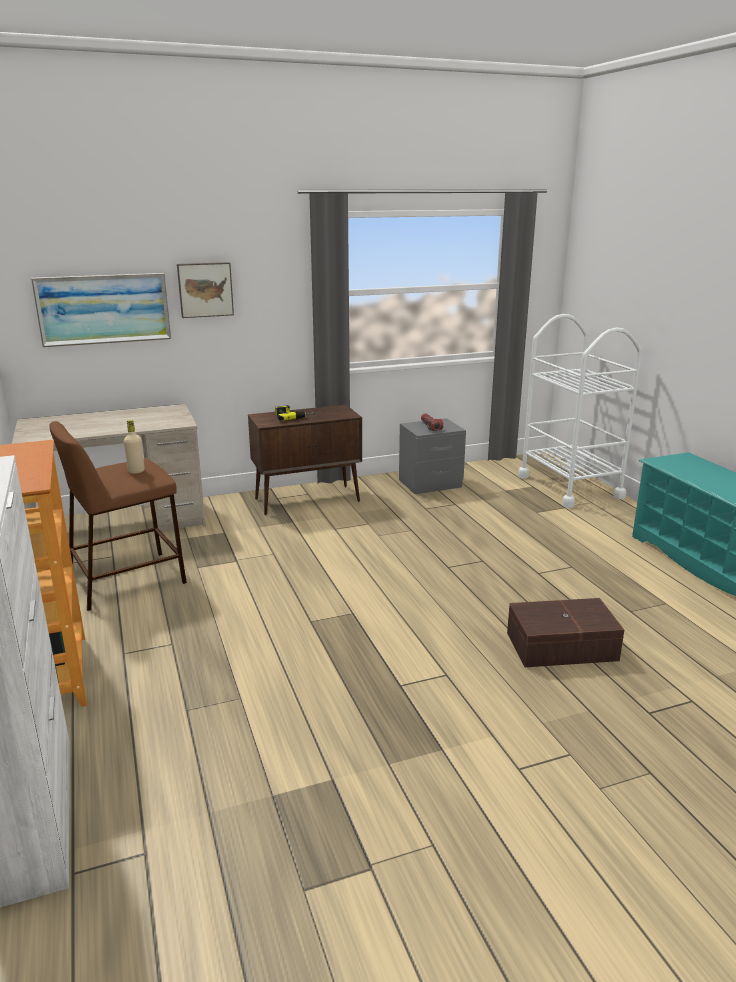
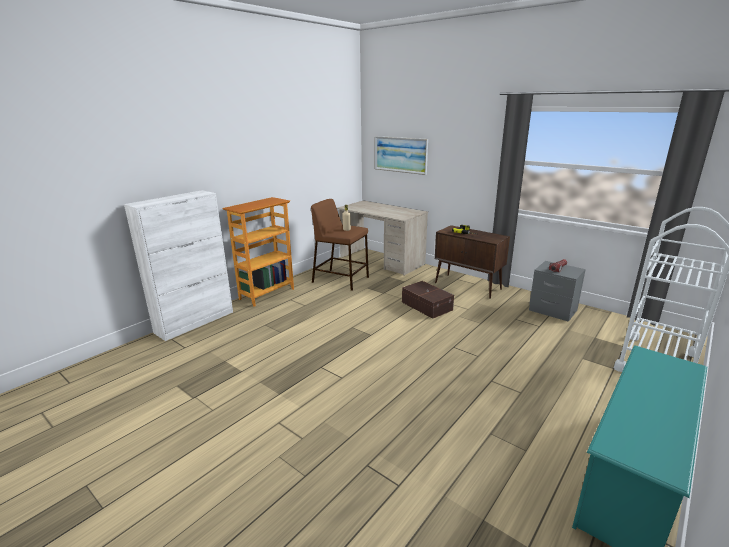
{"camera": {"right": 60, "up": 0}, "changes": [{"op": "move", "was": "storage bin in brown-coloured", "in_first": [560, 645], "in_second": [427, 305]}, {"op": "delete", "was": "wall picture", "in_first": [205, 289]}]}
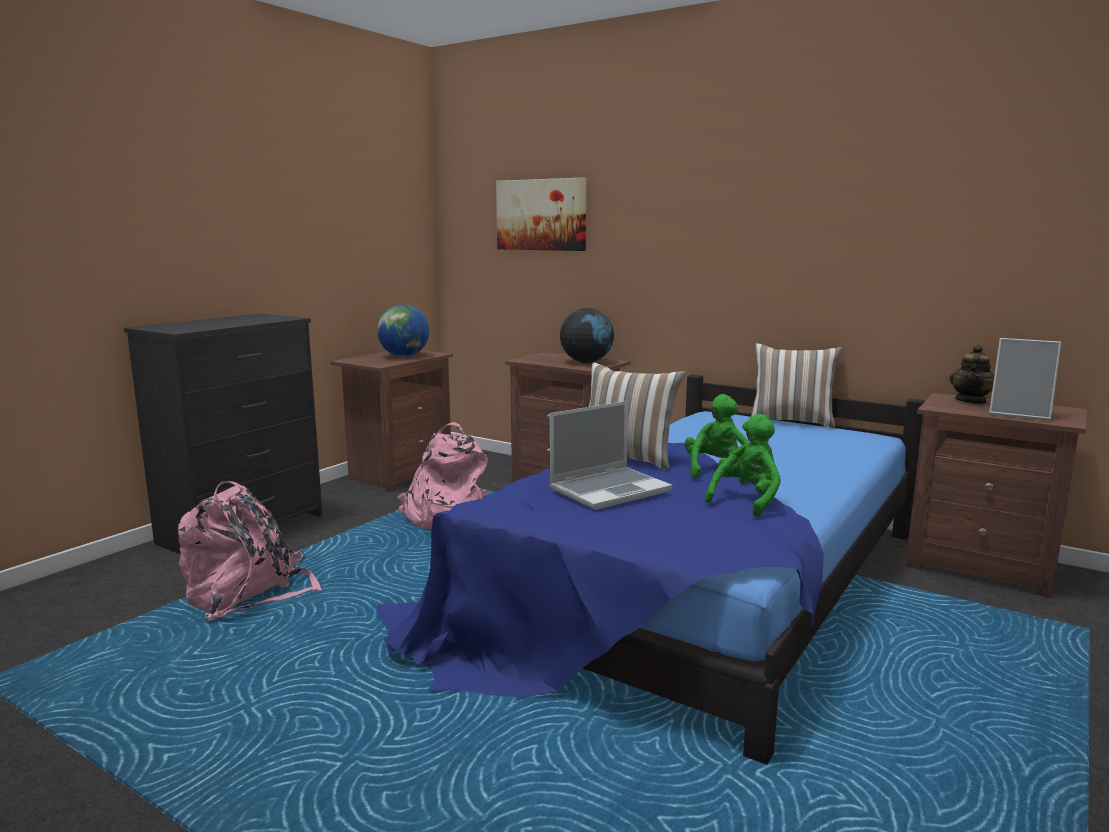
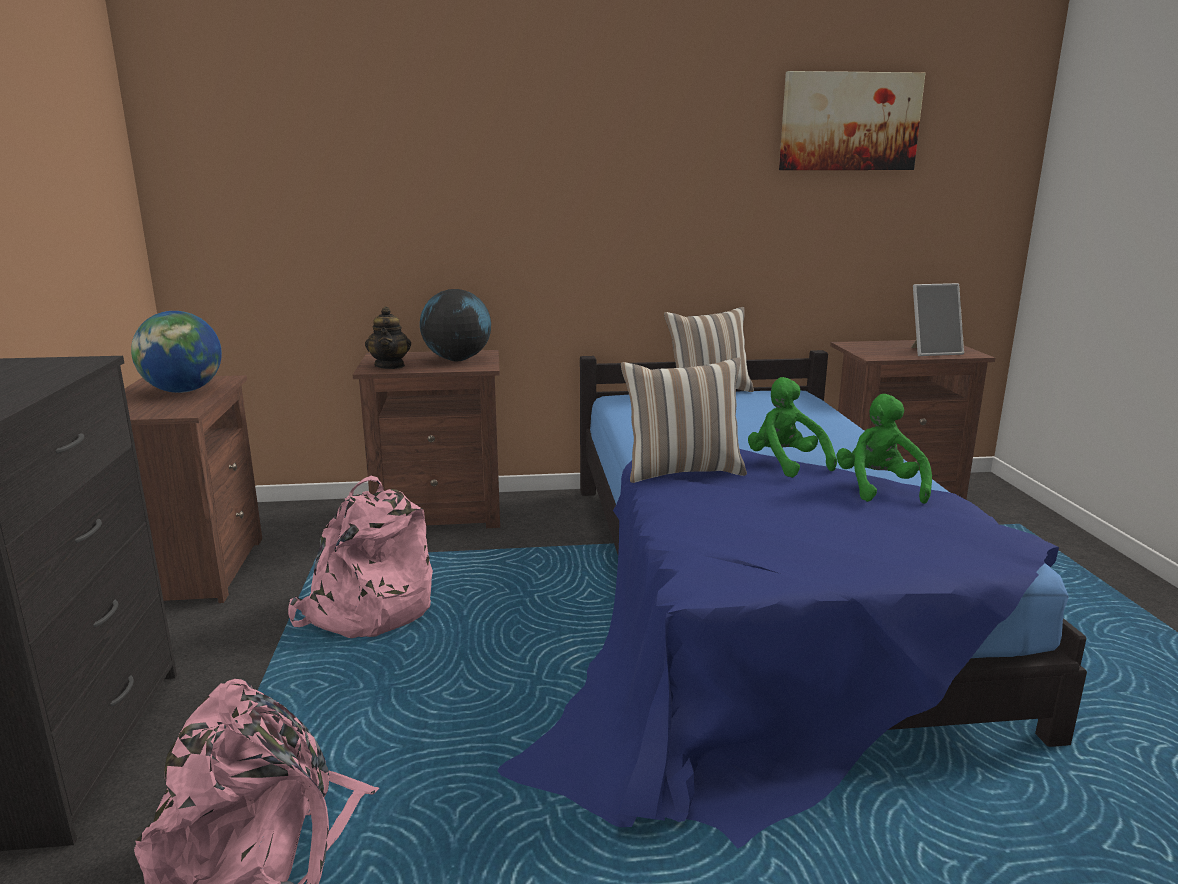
{"camera": {"right": -40, "up": 5}, "changes": [{"op": "move", "was": "pot for tea", "in_first": [971, 401], "in_second": [390, 366]}, {"op": "move", "was": "wall picture", "in_first": [541, 215], "in_second": [849, 122]}, {"op": "delete", "was": "notebook computer", "in_first": [610, 489]}]}
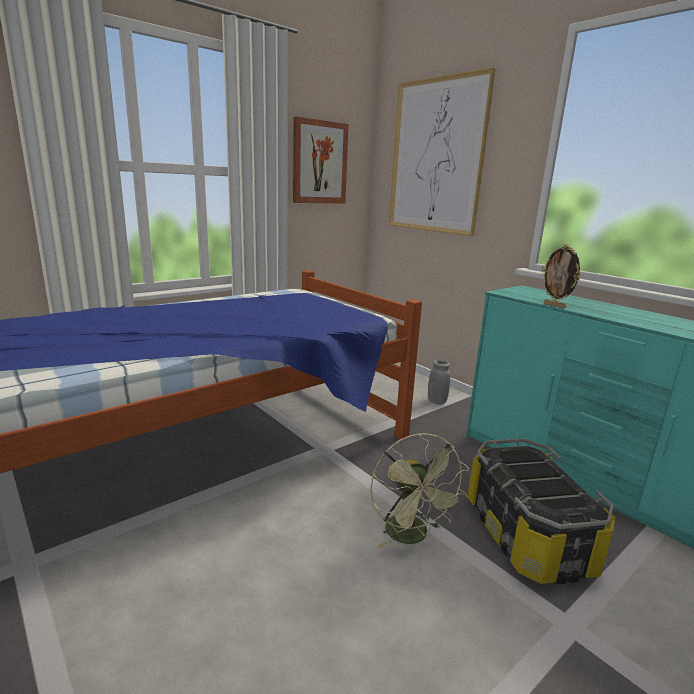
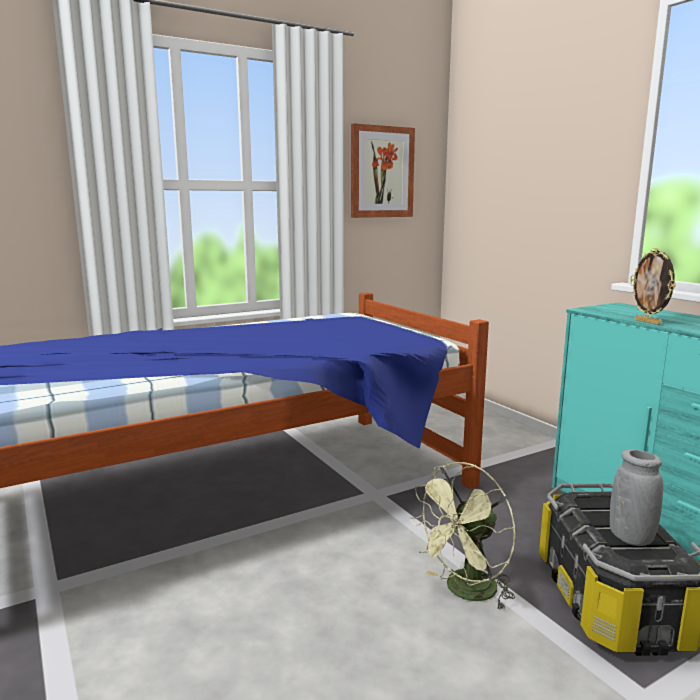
{"camera": {"right": 10, "up": -5}, "changes": [{"op": "rotate", "was": "electric fan in green-coloured", "in_first": [412, 536], "in_second": [465, 592], "clockwise": 60}, {"op": "move", "was": "vase in greyish", "in_first": [437, 401], "in_second": [631, 538]}, {"op": "delete", "was": "wall picture", "in_first": [436, 157]}]}
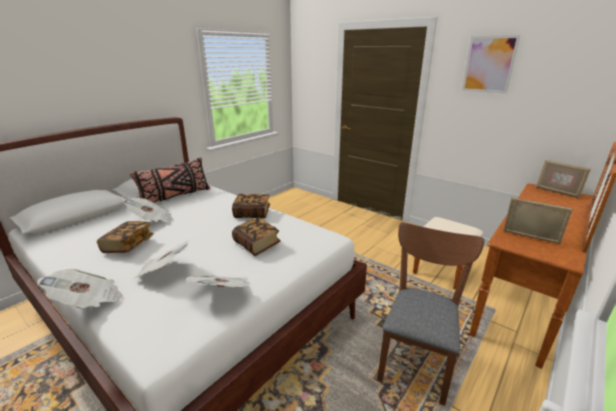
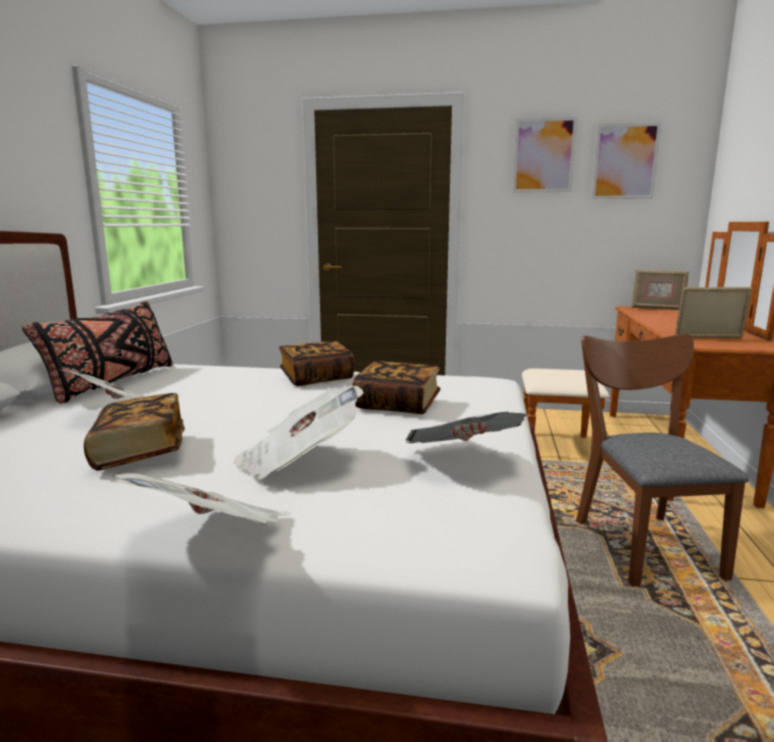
{"camera": {"right": -30, "up": -10}, "changes": [{"op": "insert", "now": "wall picture", "in_second": [625, 161]}]}
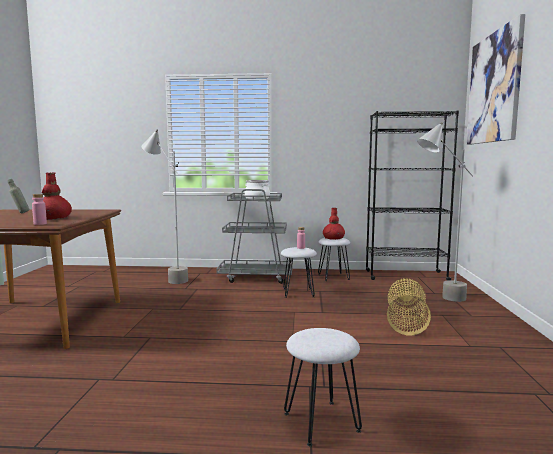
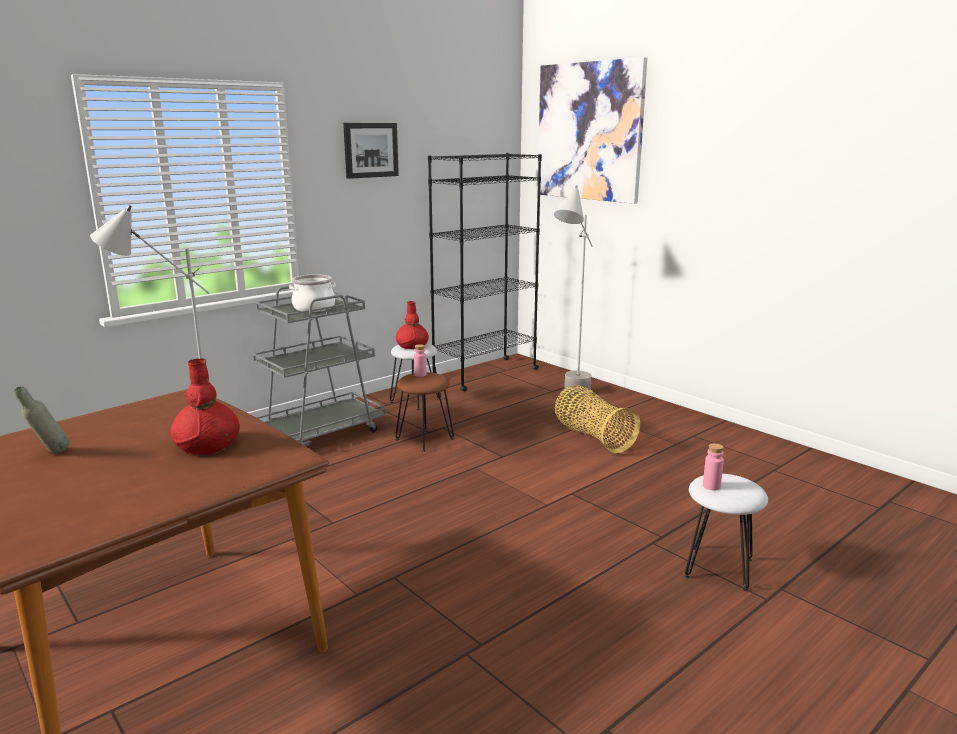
{"camera": {"right": -45, "up": 10}, "changes": [{"op": "insert", "now": "wall picture", "in_second": [370, 150]}, {"op": "recolor", "was": "stool seat in whitish", "now": "stool seat in brown-coloured", "in_first": [298, 293], "in_second": [425, 439]}, {"op": "move", "was": "beverage bottle in pink", "in_first": [40, 224], "in_second": [711, 486]}]}
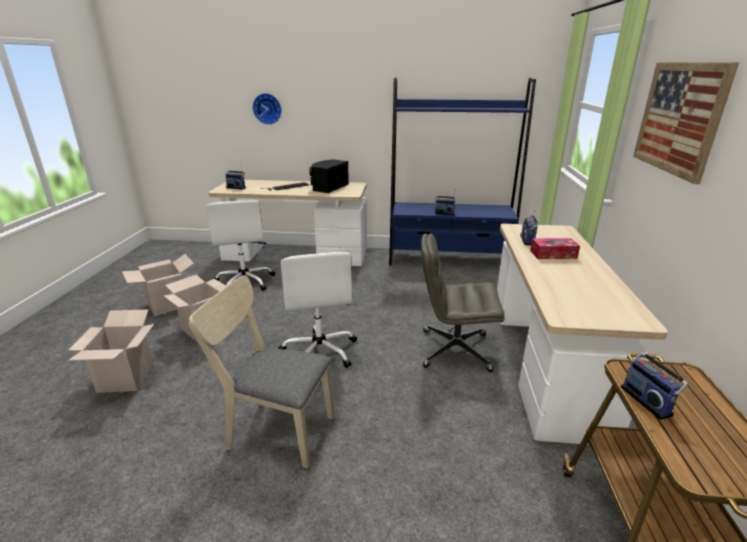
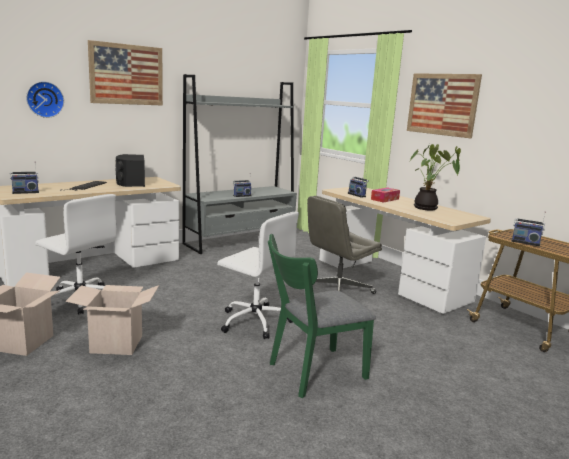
{"camera": {"right": -45, "up": -10}, "changes": [{"op": "insert", "now": "wall picture", "in_second": [126, 74]}, {"op": "recolor", "was": "bookcase in blue-coloured", "now": "bookcase in greyish", "in_first": [449, 260], "in_second": [240, 241]}, {"op": "recolor", "was": "plain chair in beige-coloured", "now": "plain chair in green-coloured", "in_first": [274, 429], "in_second": [311, 372]}, {"op": "insert", "now": "houseplant", "in_second": [427, 208]}, {"op": "delete", "was": "carton", "in_first": [126, 378]}]}
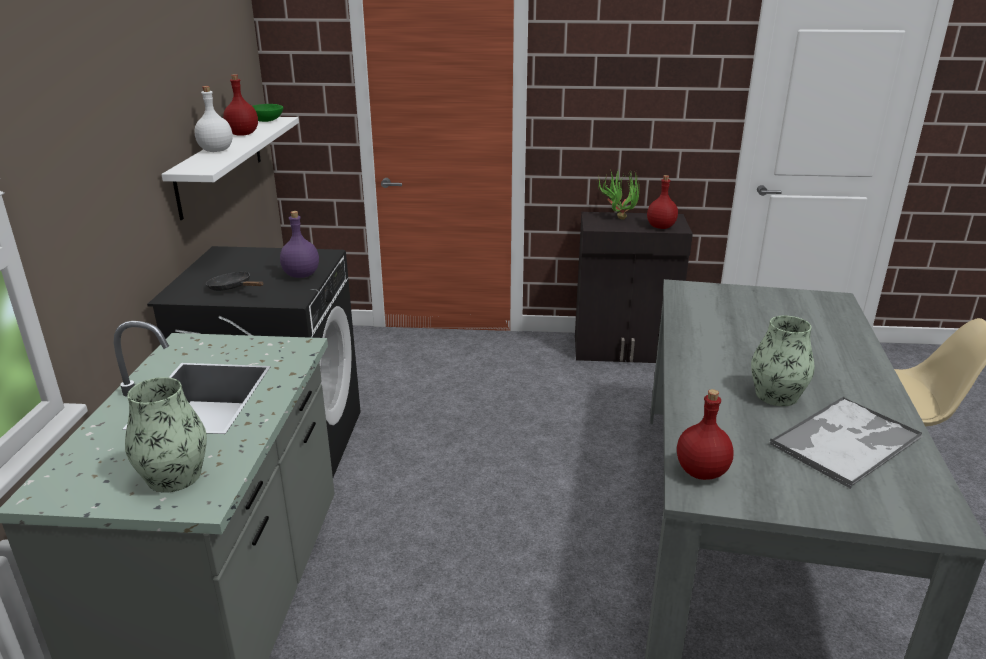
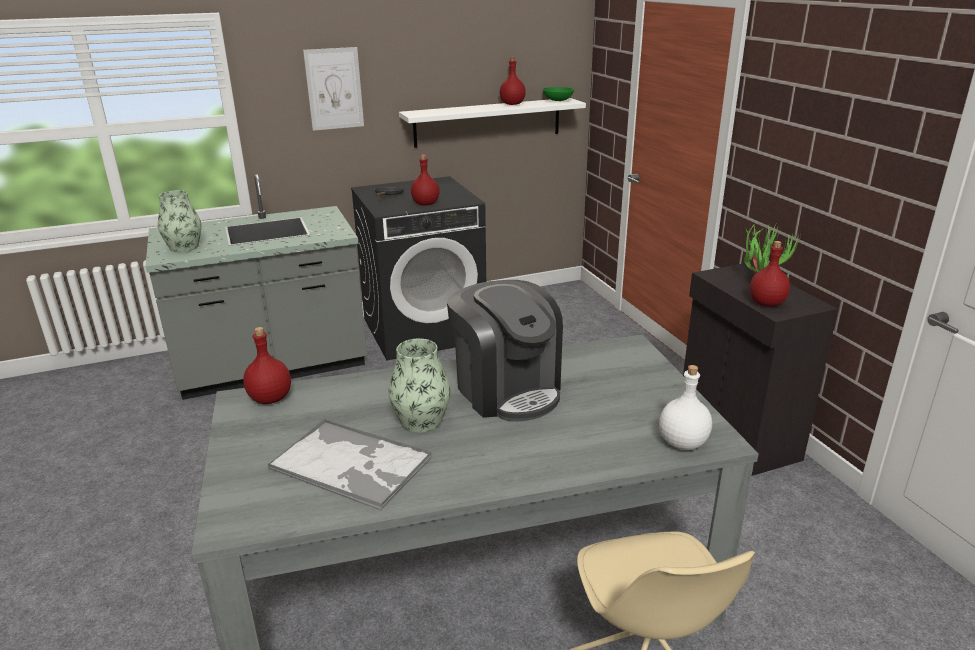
{"camera": {"right": 65, "up": 0}, "changes": [{"op": "insert", "now": "wall picture", "in_second": [334, 89]}, {"op": "recolor", "was": "beverage bottle in purplish", "now": "beverage bottle in reddish", "in_first": [302, 275], "in_second": [425, 204]}, {"op": "insert", "now": "coffee brewer", "in_second": [507, 390]}, {"op": "move", "was": "beverage bottle in whitish", "in_first": [216, 150], "in_second": [683, 442]}]}
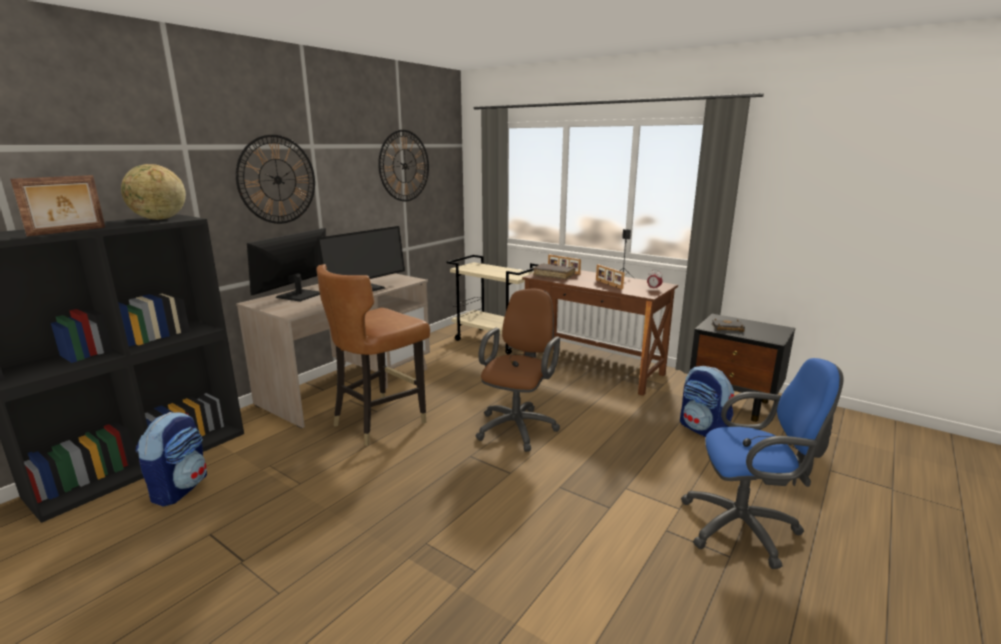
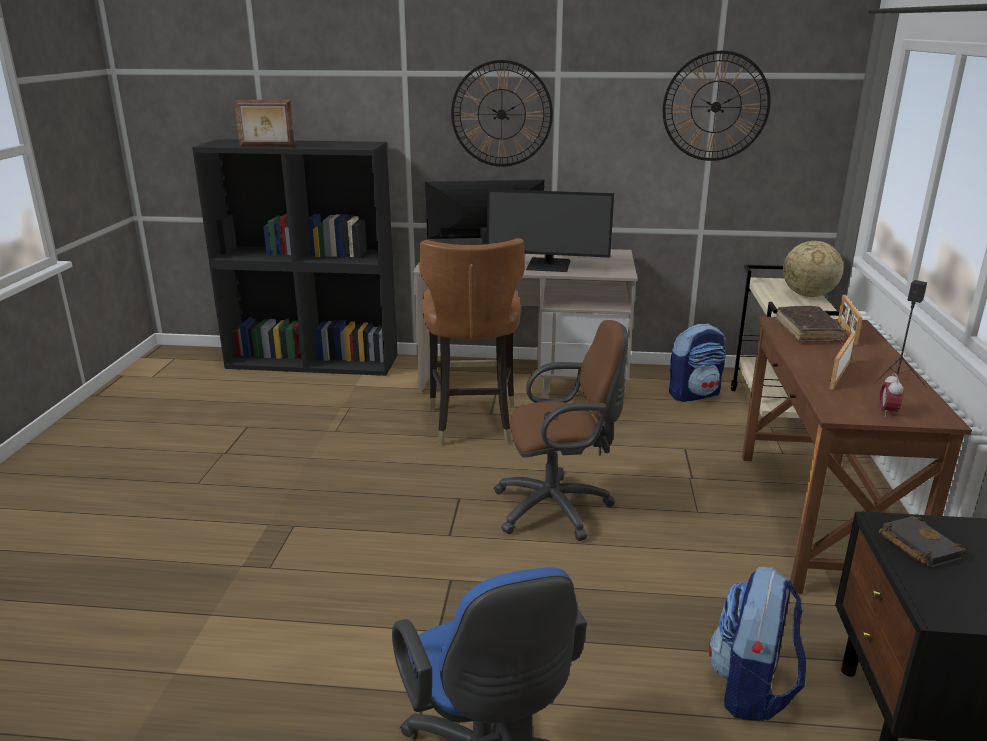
{"camera": {"right": 60, "up": 5}, "changes": [{"op": "rotate", "was": "plain chair in brown-coloured", "in_first": [379, 421], "in_second": [472, 423], "clockwise": -105}, {"op": "move", "was": "knapsack", "in_first": [180, 488], "in_second": [694, 394]}, {"op": "move", "was": "globe", "in_first": [159, 219], "in_second": [808, 295]}]}
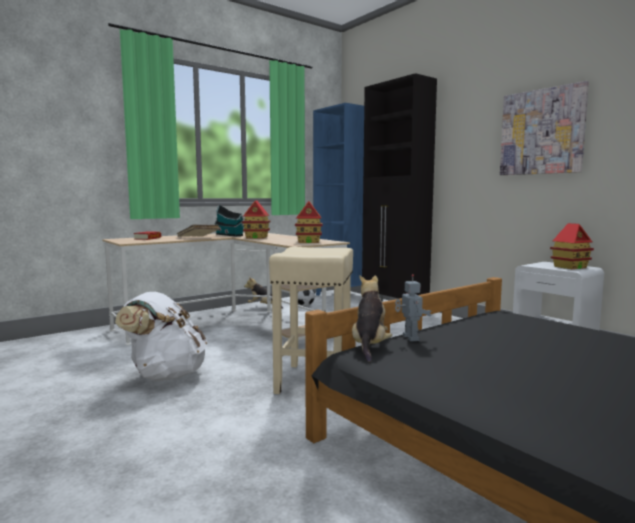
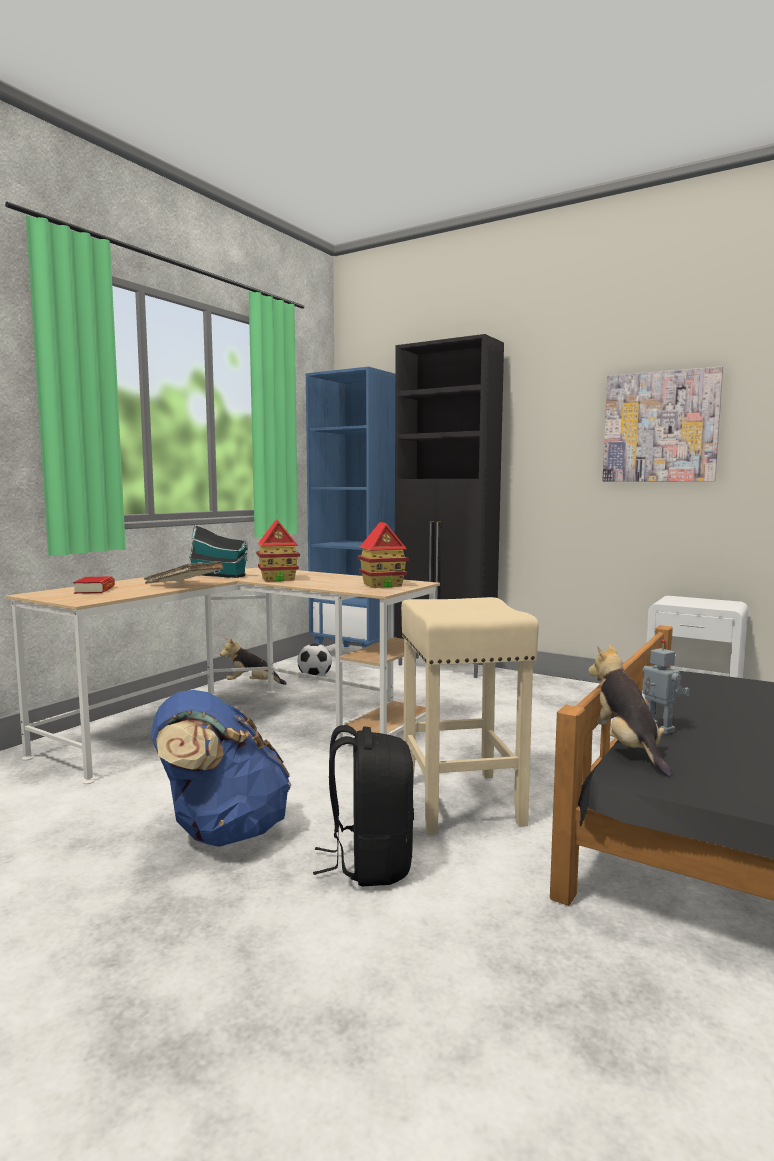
{"camera": {"right": -20, "up": 0}, "changes": [{"op": "recolor", "was": "knapsack in whitish", "now": "knapsack in blue-coloured", "in_first": [165, 375], "in_second": [222, 831]}, {"op": "insert", "now": "knapsack in black-coloured", "in_second": [370, 863]}, {"op": "delete", "was": "model house", "in_first": [570, 267]}]}
